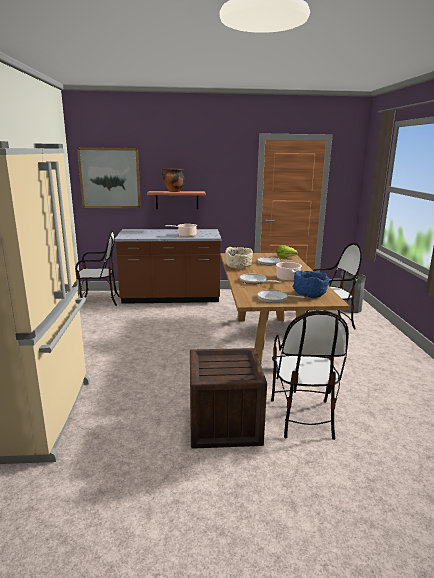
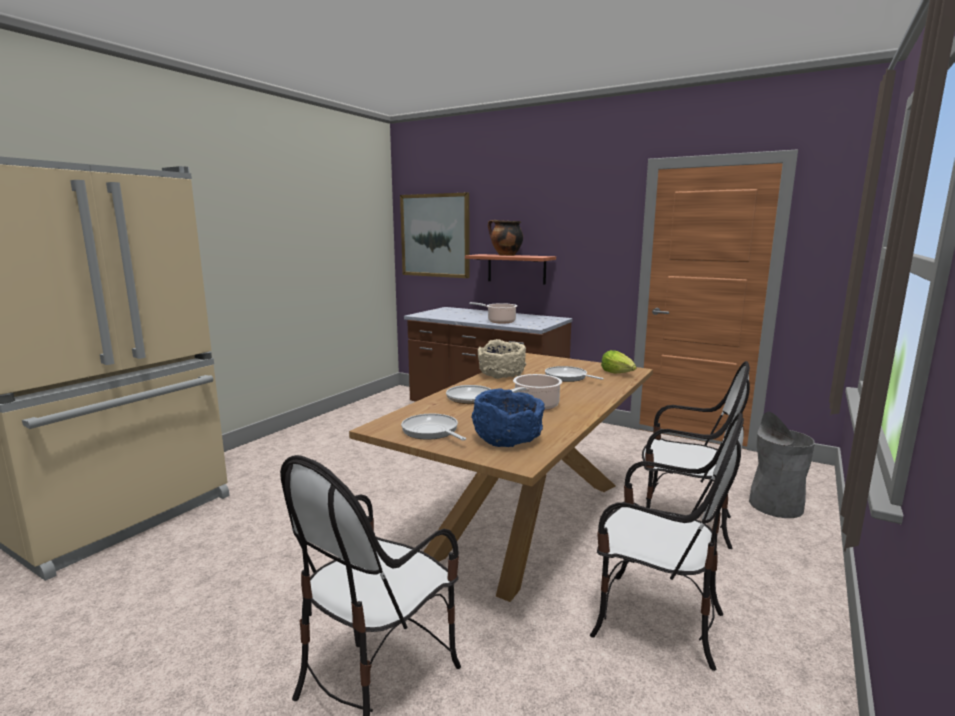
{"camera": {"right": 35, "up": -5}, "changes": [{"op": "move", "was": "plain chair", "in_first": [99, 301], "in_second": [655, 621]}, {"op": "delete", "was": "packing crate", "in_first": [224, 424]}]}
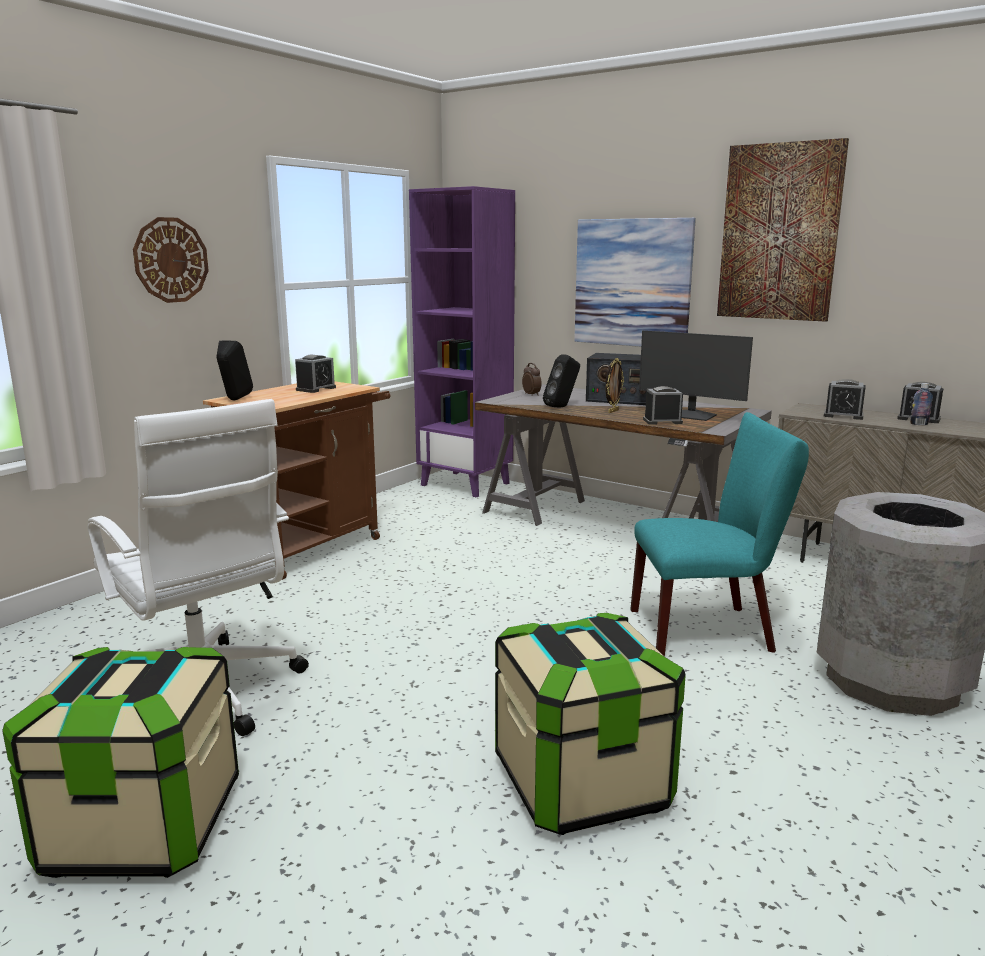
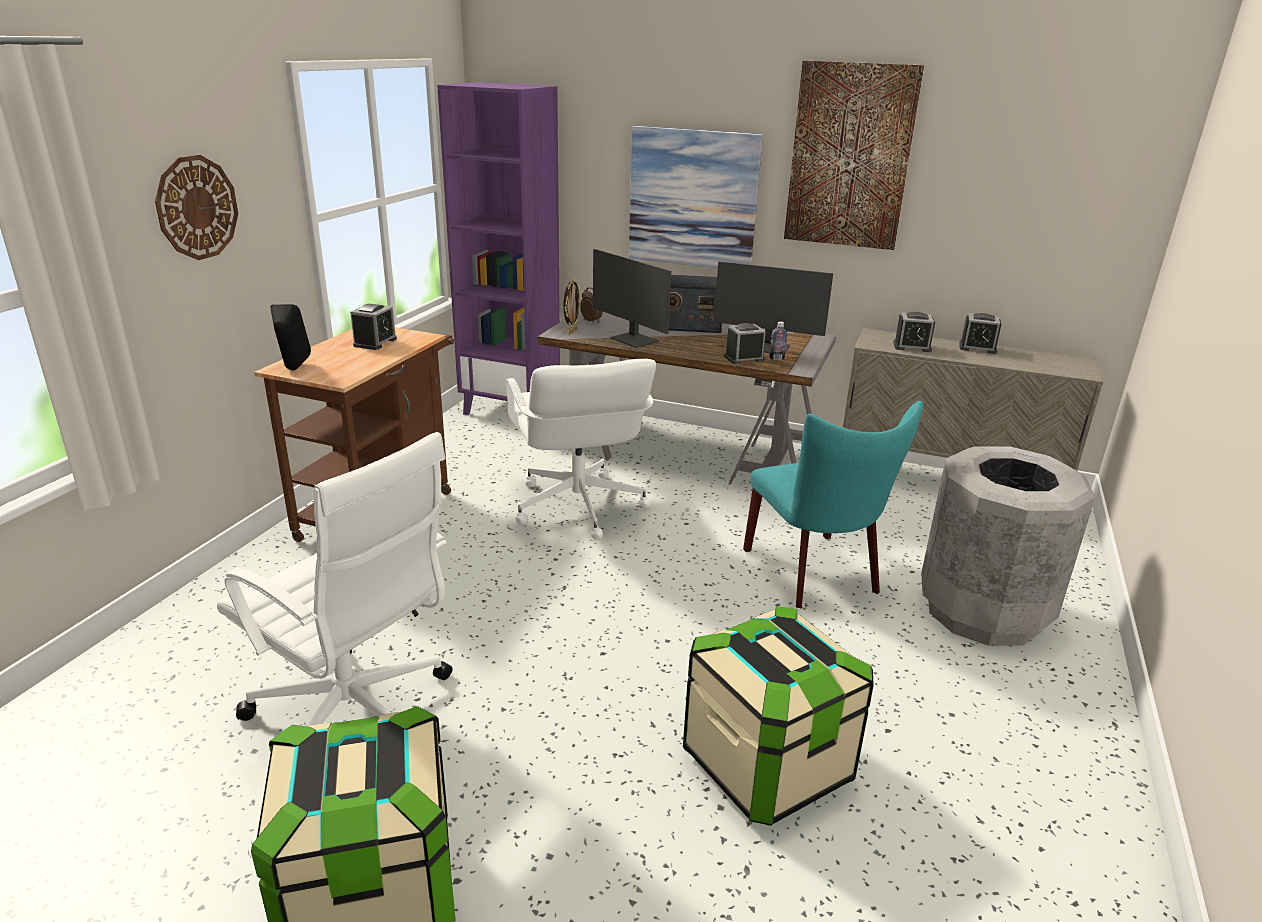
{"camera": {"right": -15, "up": 10}, "changes": [{"op": "insert", "now": "desk chair in whitish", "in_second": [578, 507]}, {"op": "move", "was": "photo frame", "in_first": [612, 411], "in_second": [571, 331]}, {"op": "replace", "was": "speaker in black-coloured", "now": "computer screen", "in_first": [562, 407], "in_second": [633, 340]}, {"op": "rotate", "was": "plain chair in turquoise-coloured", "in_first": [709, 630], "in_second": [816, 575], "clockwise": 90}, {"op": "move", "was": "beverage bottle", "in_first": [919, 424], "in_second": [776, 359]}]}
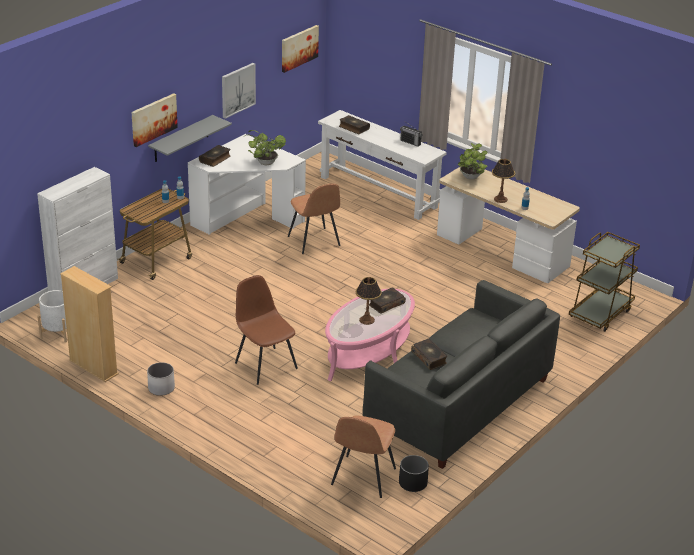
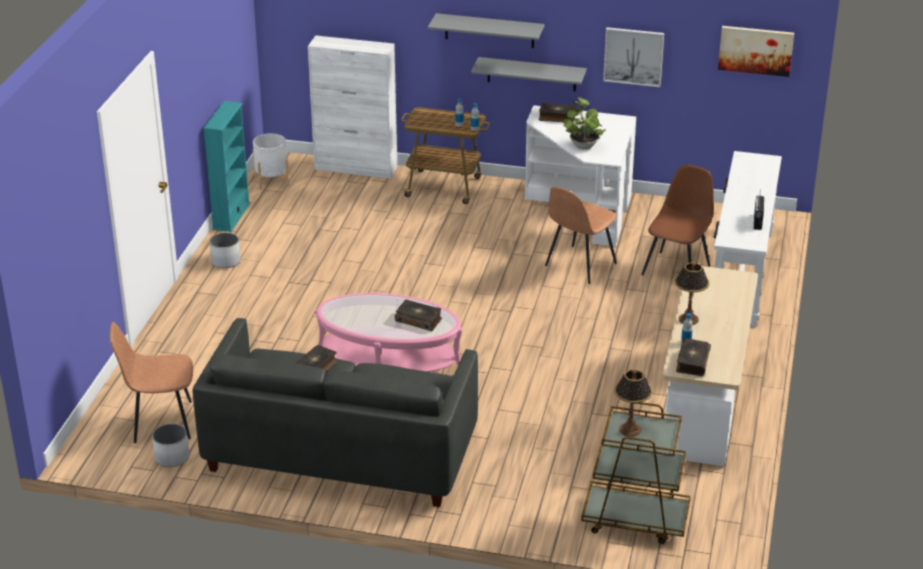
{"camera": {"right": 65, "up": 0}, "changes": [{"op": "recolor", "was": "flower pot in black-coloured", "now": "flower pot in whitish", "in_first": [413, 483], "in_second": [172, 457]}, {"op": "recolor", "was": "bookcase in beige-coloured", "now": "bookcase in turquoise-coloured", "in_first": [93, 367], "in_second": [231, 216]}, {"op": "replace", "was": "wall picture", "now": "bracket shelf in greyish", "in_first": [153, 119], "in_second": [489, 30]}, {"op": "move", "was": "tabletop lamp", "in_first": [367, 320], "in_second": [630, 429]}, {"op": "move", "was": "plain chair in brown-coloured", "in_first": [265, 365], "in_second": [676, 269]}, {"op": "move", "was": "volume", "in_first": [353, 128], "in_second": [692, 362]}, {"op": "delete", "was": "houseplant", "in_first": [470, 178]}]}
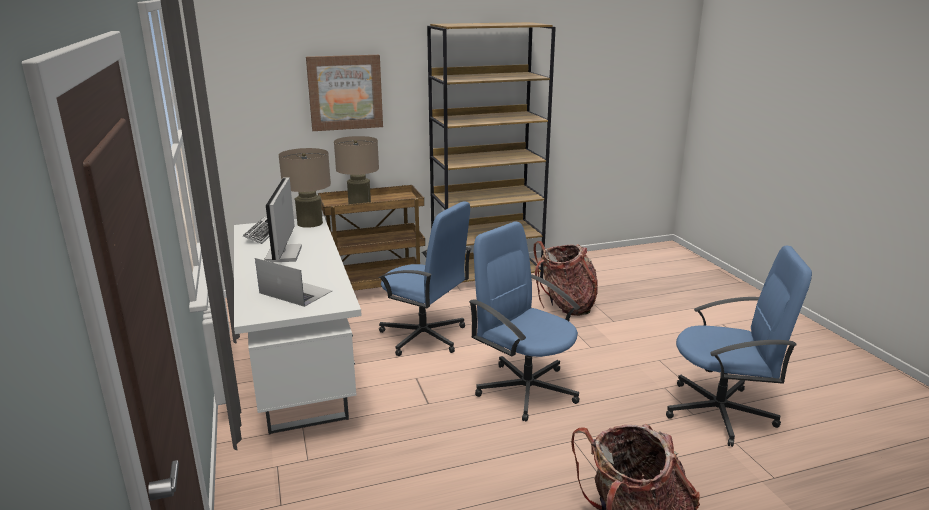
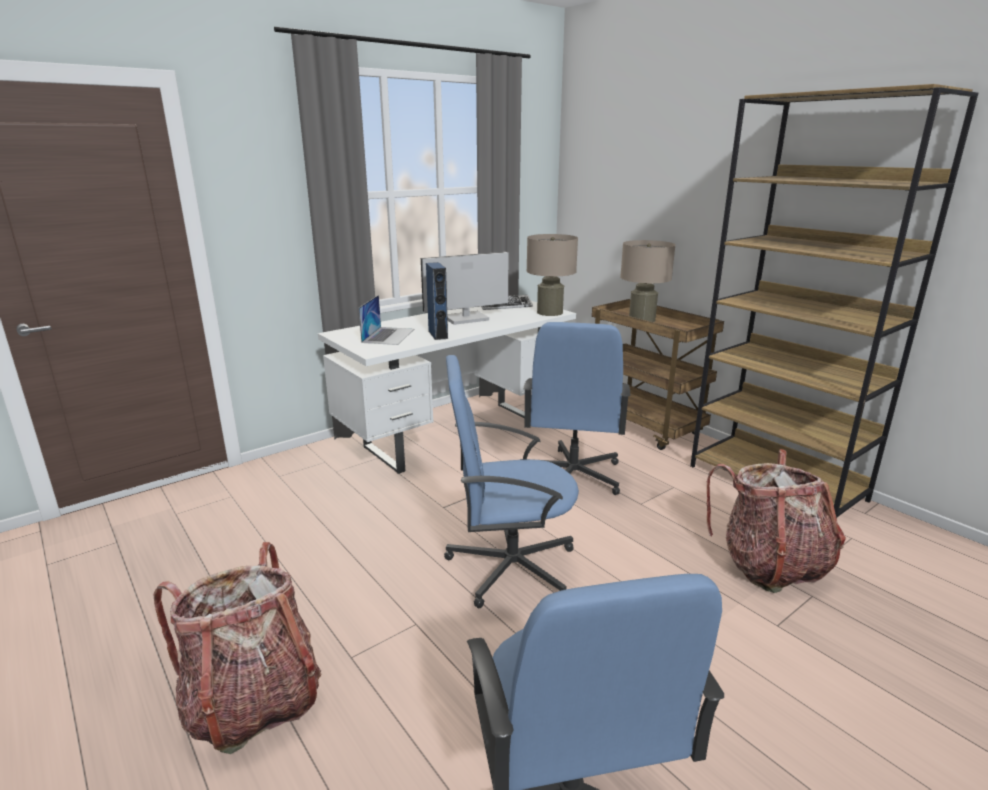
{"camera": {"right": 70, "up": 0}, "changes": [{"op": "insert", "now": "speaker in blue-coloured", "in_second": [438, 334]}, {"op": "rotate", "was": "desk chair in blue-coloured", "in_first": [526, 389], "in_second": [509, 566], "clockwise": -120}, {"op": "delete", "was": "wall picture", "in_first": [345, 92]}]}
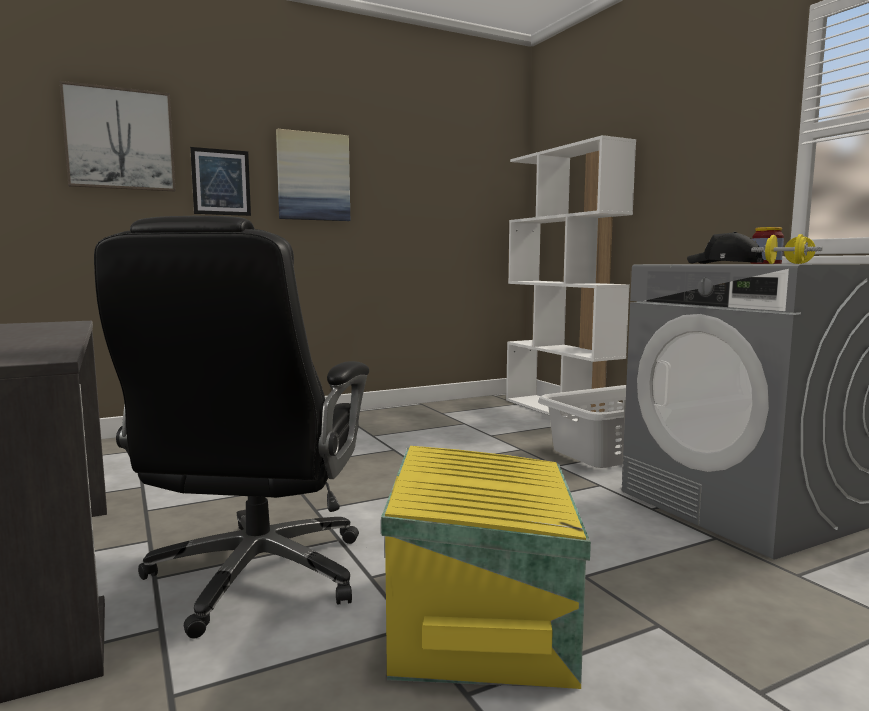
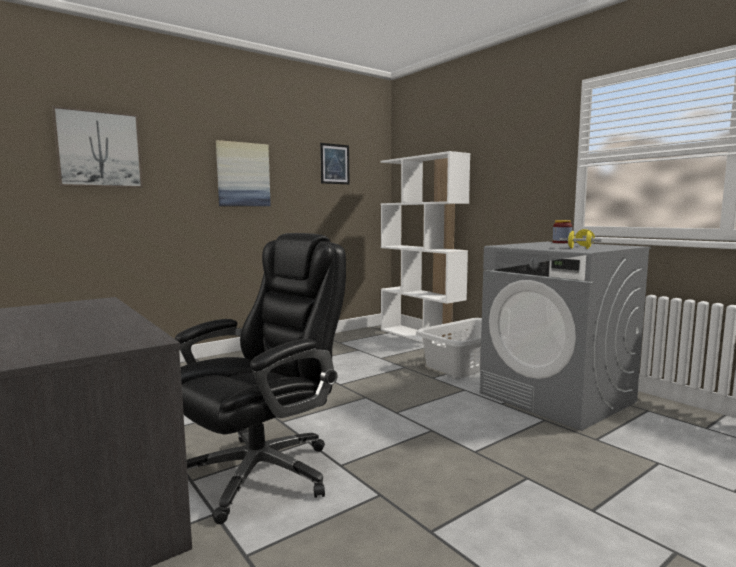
{"camera": {"right": -10, "up": 0}, "changes": [{"op": "rotate", "was": "desk chair in black-coloured", "in_first": [256, 576], "in_second": [263, 472], "clockwise": -135}, {"op": "move", "was": "wall picture", "in_first": [221, 182], "in_second": [334, 164]}, {"op": "delete", "was": "storage bin in yellow-coloured", "in_first": [485, 618]}, {"op": "delete", "was": "cap in black-coloured", "in_first": [724, 263]}]}
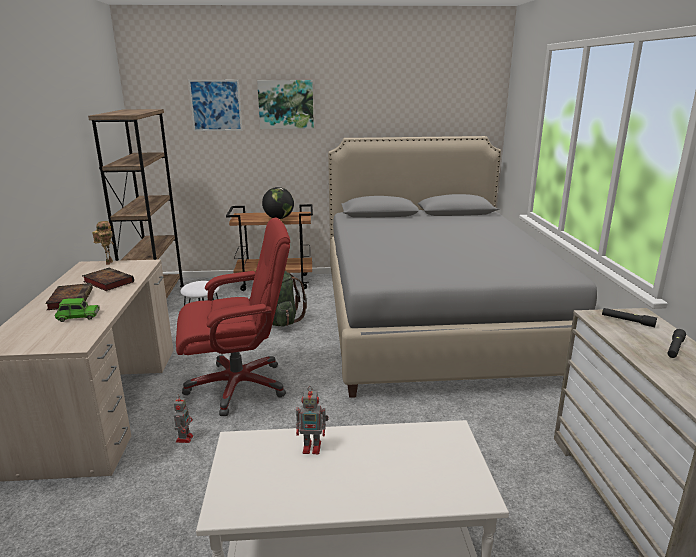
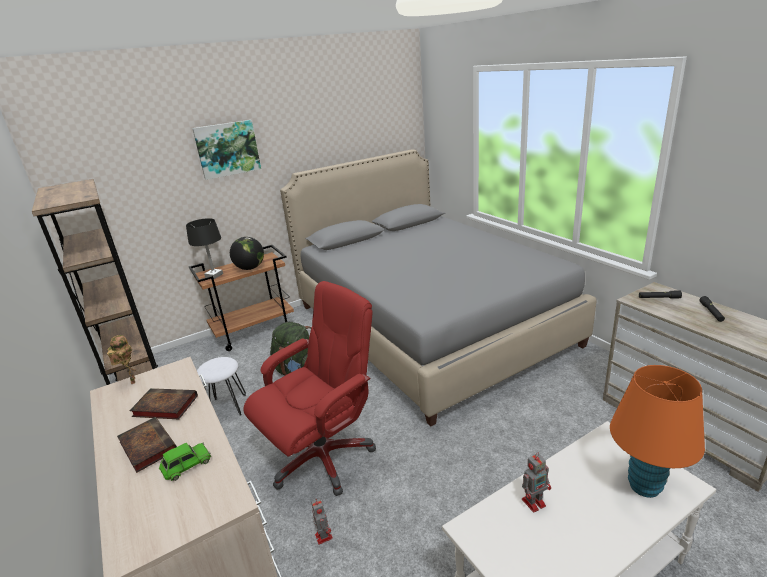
{"camera": {"right": -25, "up": 5}, "changes": [{"op": "insert", "now": "tabletop lamp in black-coloured", "in_second": [214, 275]}, {"op": "insert", "now": "tabletop lamp in orangey", "in_second": [644, 486]}, {"op": "delete", "was": "wall picture", "in_first": [216, 105]}]}
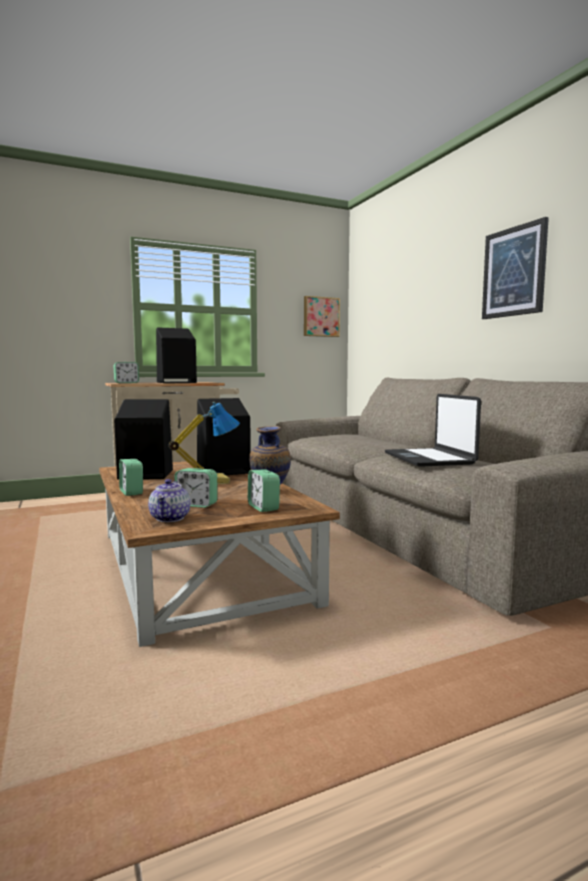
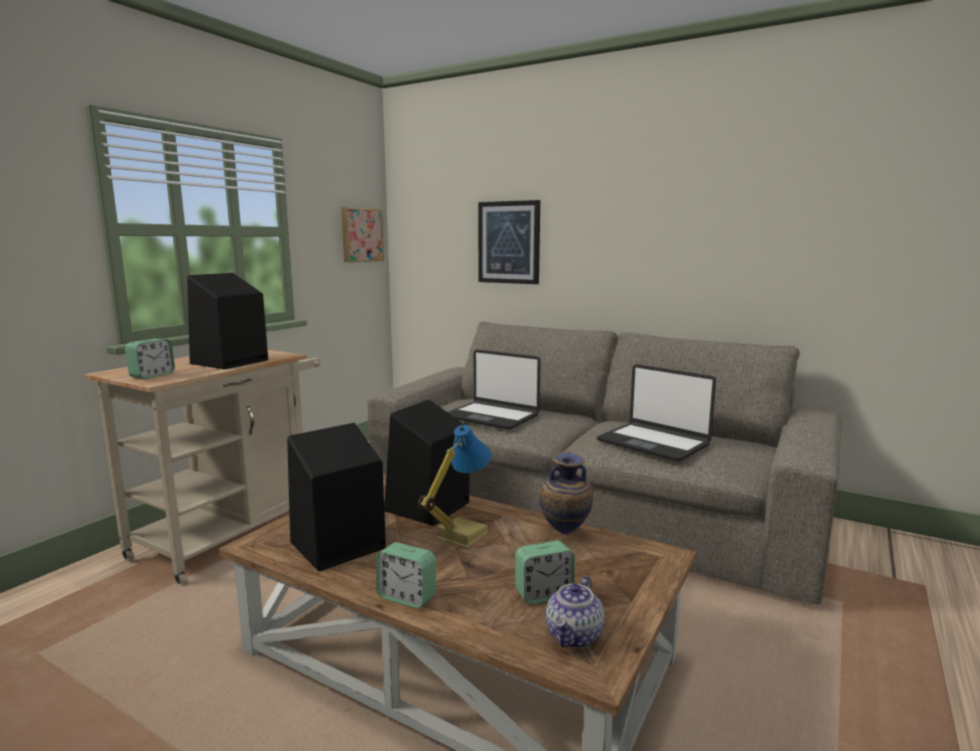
{"camera": {"right": -35, "up": 5}, "changes": [{"op": "insert", "now": "notebook computer", "in_second": [492, 416]}, {"op": "move", "was": "wall picture", "in_first": [514, 272], "in_second": [509, 242]}, {"op": "rotate", "was": "pot for tea", "in_first": [170, 518], "in_second": [574, 636], "clockwise": 60}, {"op": "delete", "was": "bedside clock", "in_first": [263, 507]}]}
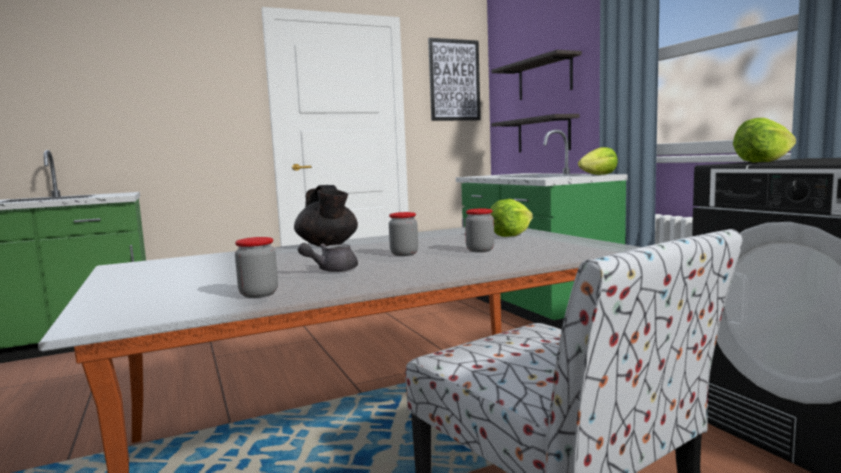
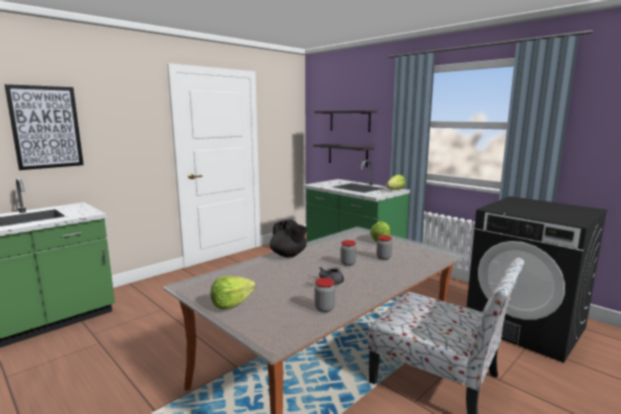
{"camera": {"right": -20, "up": 5}, "changes": [{"op": "move", "was": "wall picture", "in_first": [454, 80], "in_second": [46, 127]}, {"op": "move", "was": "lettuce", "in_first": [763, 161], "in_second": [231, 304]}]}
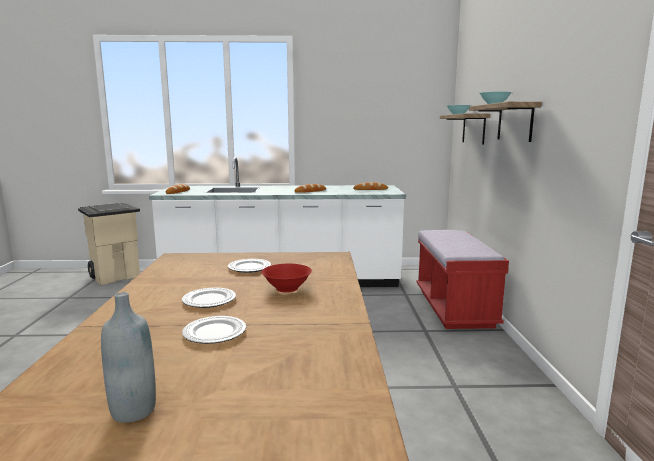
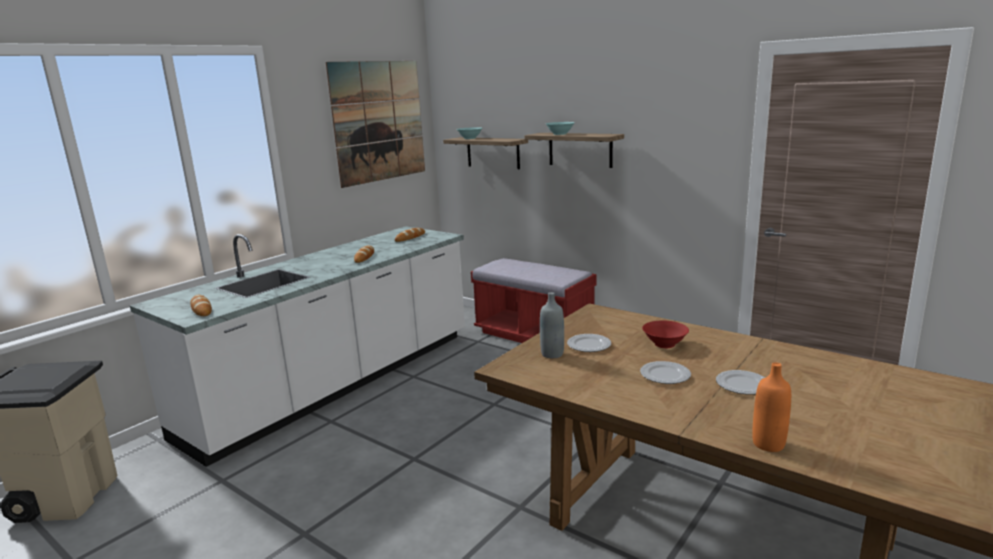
{"camera": {"right": -50, "up": 5}, "changes": [{"op": "insert", "now": "wall picture", "in_second": [379, 121]}, {"op": "move", "was": "beverage bottle in greyish", "in_first": [133, 410], "in_second": [552, 354]}, {"op": "insert", "now": "beverage bottle in orangey", "in_second": [768, 444]}]}
